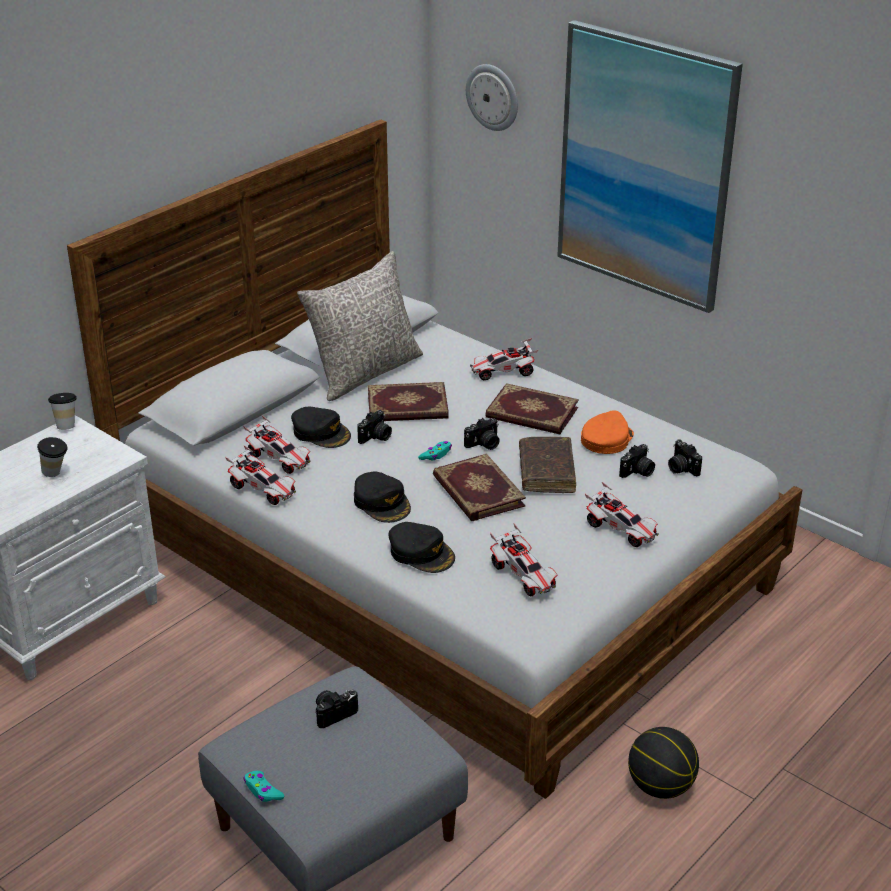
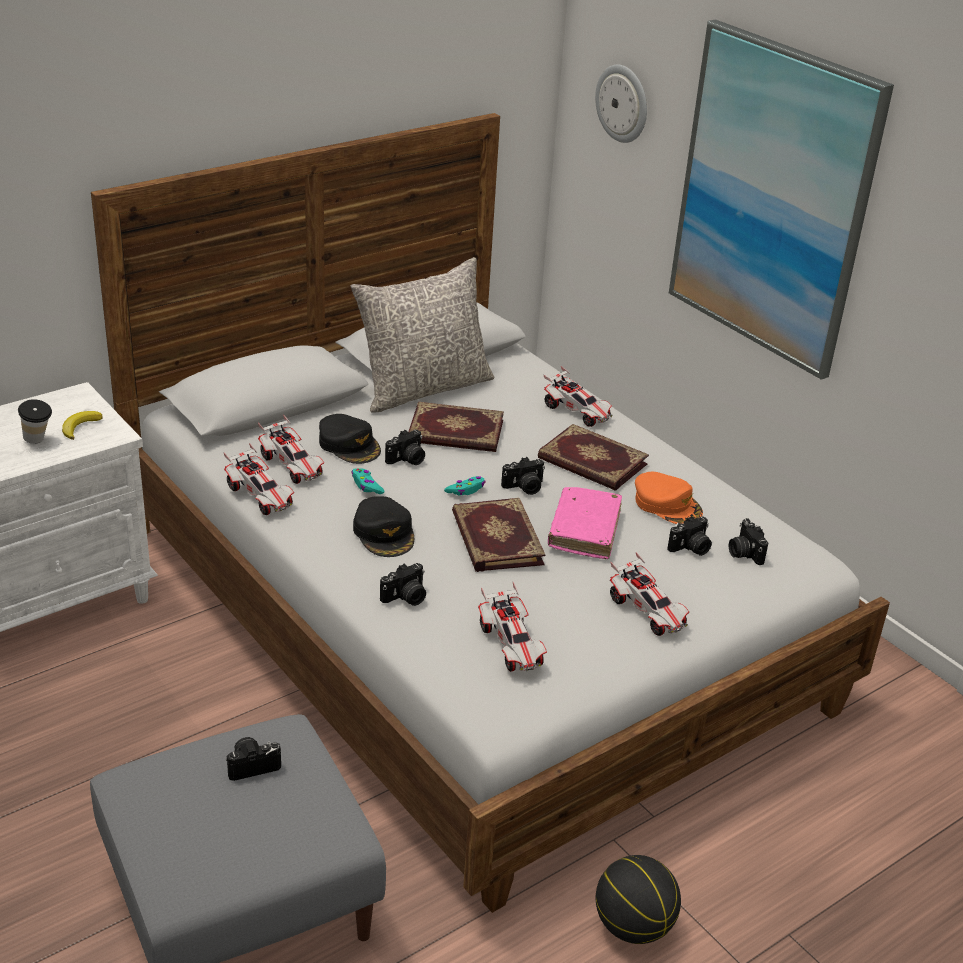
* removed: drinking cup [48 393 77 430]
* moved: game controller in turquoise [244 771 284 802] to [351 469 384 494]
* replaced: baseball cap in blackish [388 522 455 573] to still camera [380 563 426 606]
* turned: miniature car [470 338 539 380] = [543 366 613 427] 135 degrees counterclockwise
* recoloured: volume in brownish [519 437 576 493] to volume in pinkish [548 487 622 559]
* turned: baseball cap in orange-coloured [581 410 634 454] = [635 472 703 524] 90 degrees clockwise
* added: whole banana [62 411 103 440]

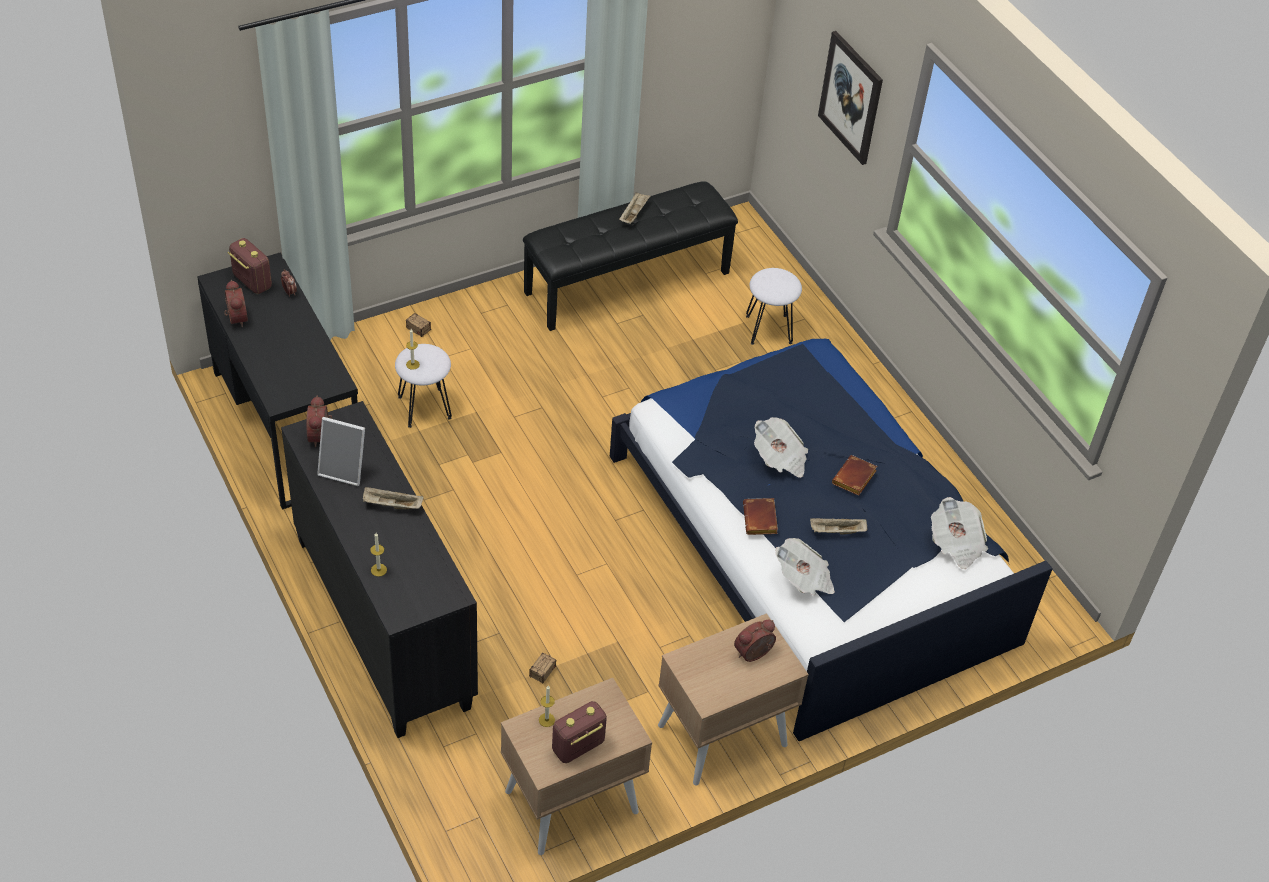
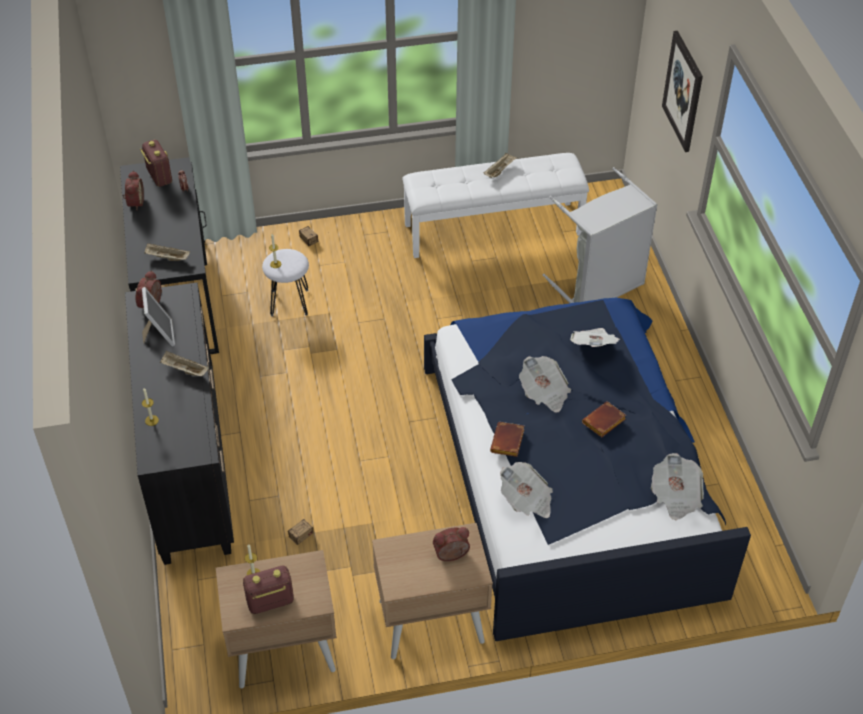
* turned: picture frame [317 417 365 486] = [142 287 175 346] 135 degrees counterclockwise
* recoloured: bench in blackish [523 181 738 331] to bench in whitish [402 153 589 258]
* replaced: stool in whitish [746 268 802 345] to washing basket in greyish [543 167 658 303]
* moved: tray in beige-coloured [810 518 868 535] to [144 243 190 261]
* added: printed paper [570 328 620 347]

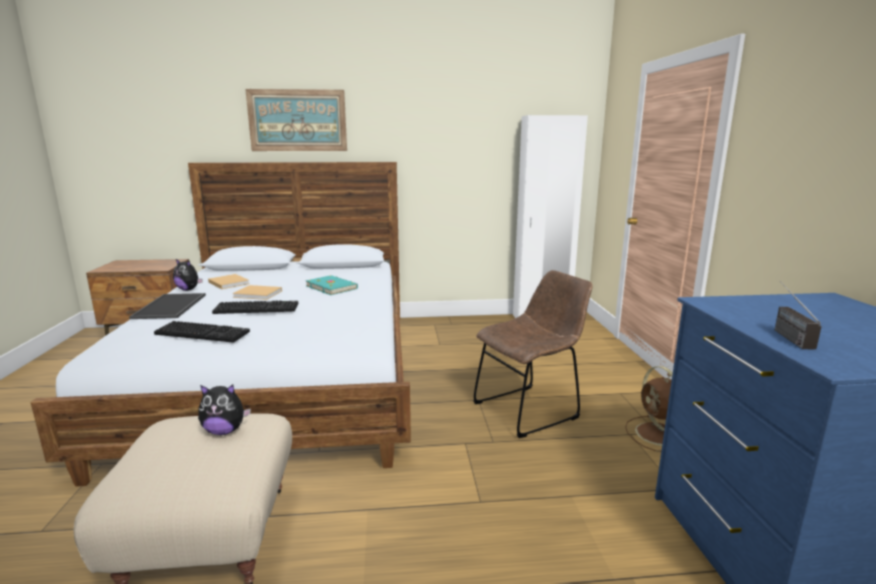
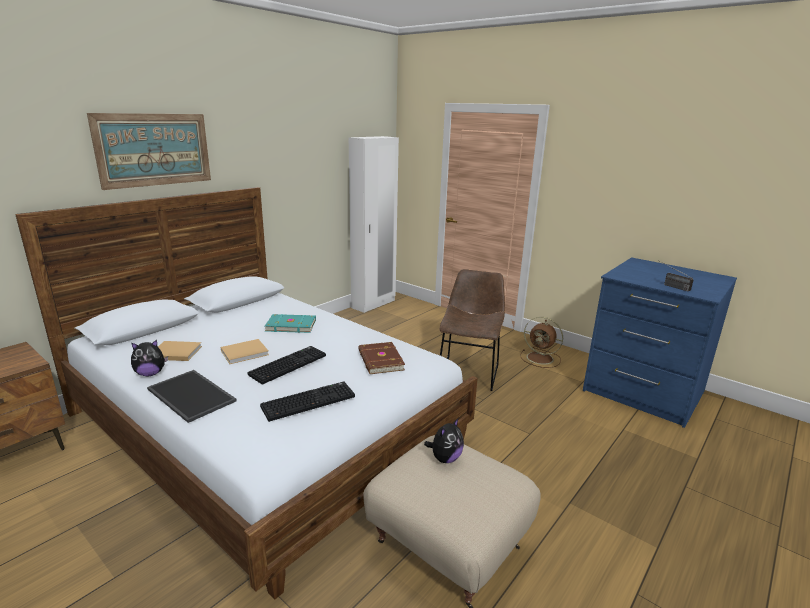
* added: volume in brownish [358 342 405 374]

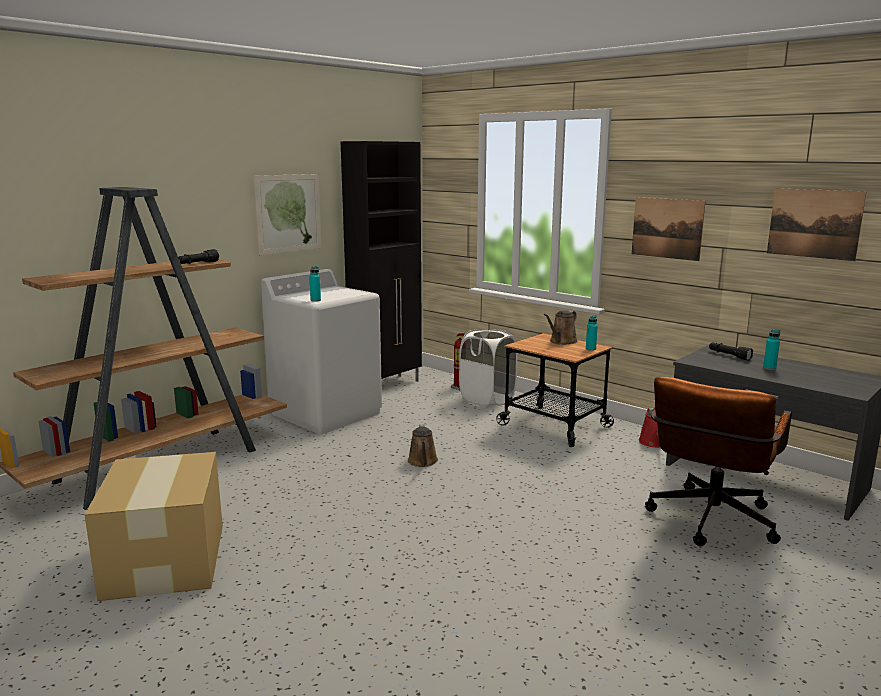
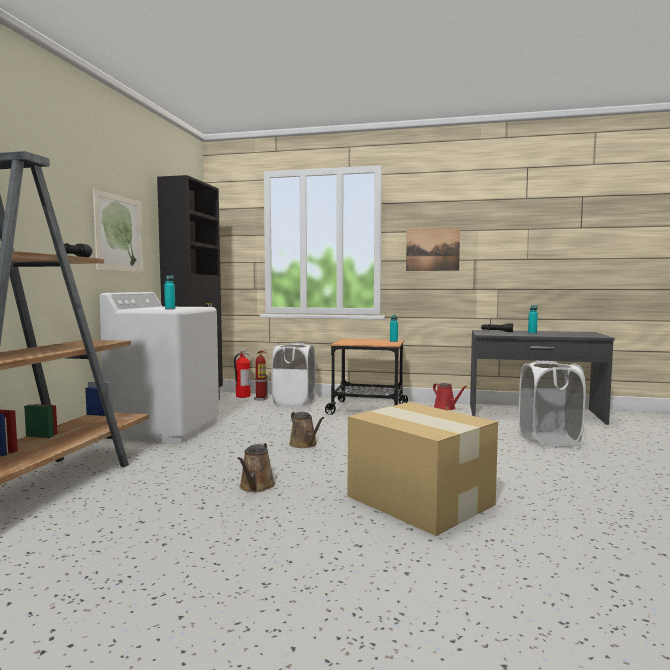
* moved: carton [84 452 223 601] to [348 402 498 536]
* moved: sprinkling can in brownish [544 310 578 345] to [237 443 275 492]
* replaced: desk chair in brownish [645 377 792 546] to washing basket in whitish [519 361 586 447]
* removed: wall art [767 188 867 261]
* added: fire extinguisher [234 348 250 398]

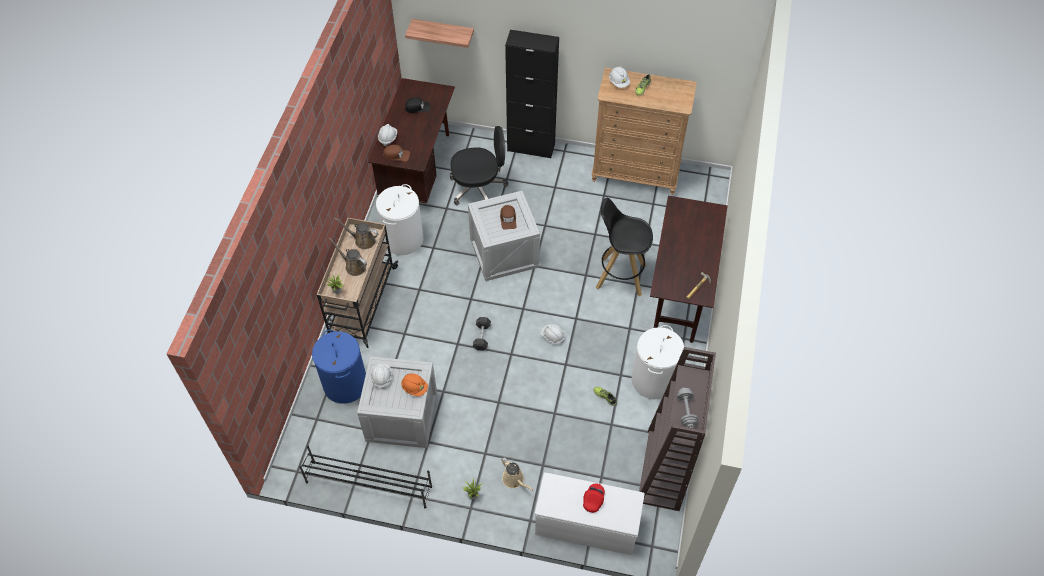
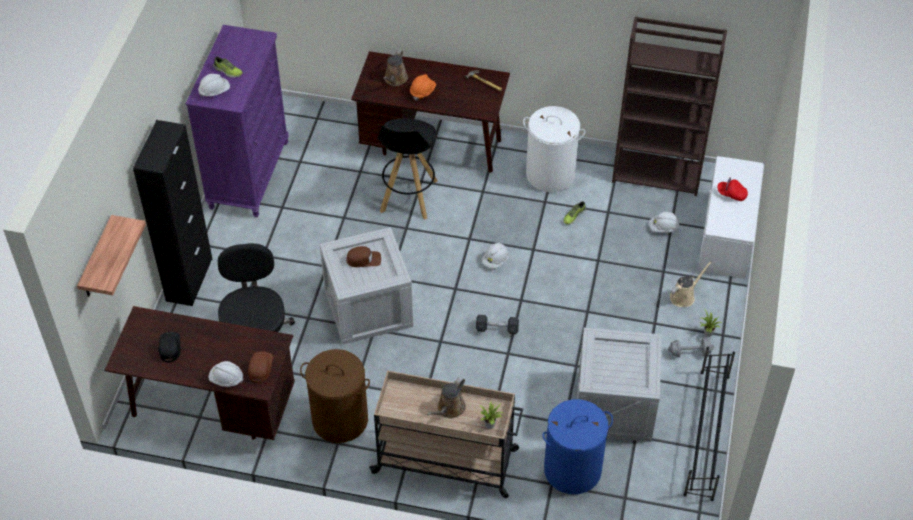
* moved: sprinkling can in brownish [334 218 378 249] to [383 50 408 86]
* moved: safety helmet in whitish [371 364 392 389] to [649 212 679 233]
* recoloured: washing basket in whitish [376 184 423 255] to washing basket in brownish [300 349 370 443]
* moved: safety helmet in orange-coloured [401 373 428 396] to [410 74 436 100]
* recoloured: dresser in brownish [592 68 697 195] to dresser in purplish [186 25 288 217]
* moved: free weight in greyish [677 387 698 428] to [668 339 714 357]

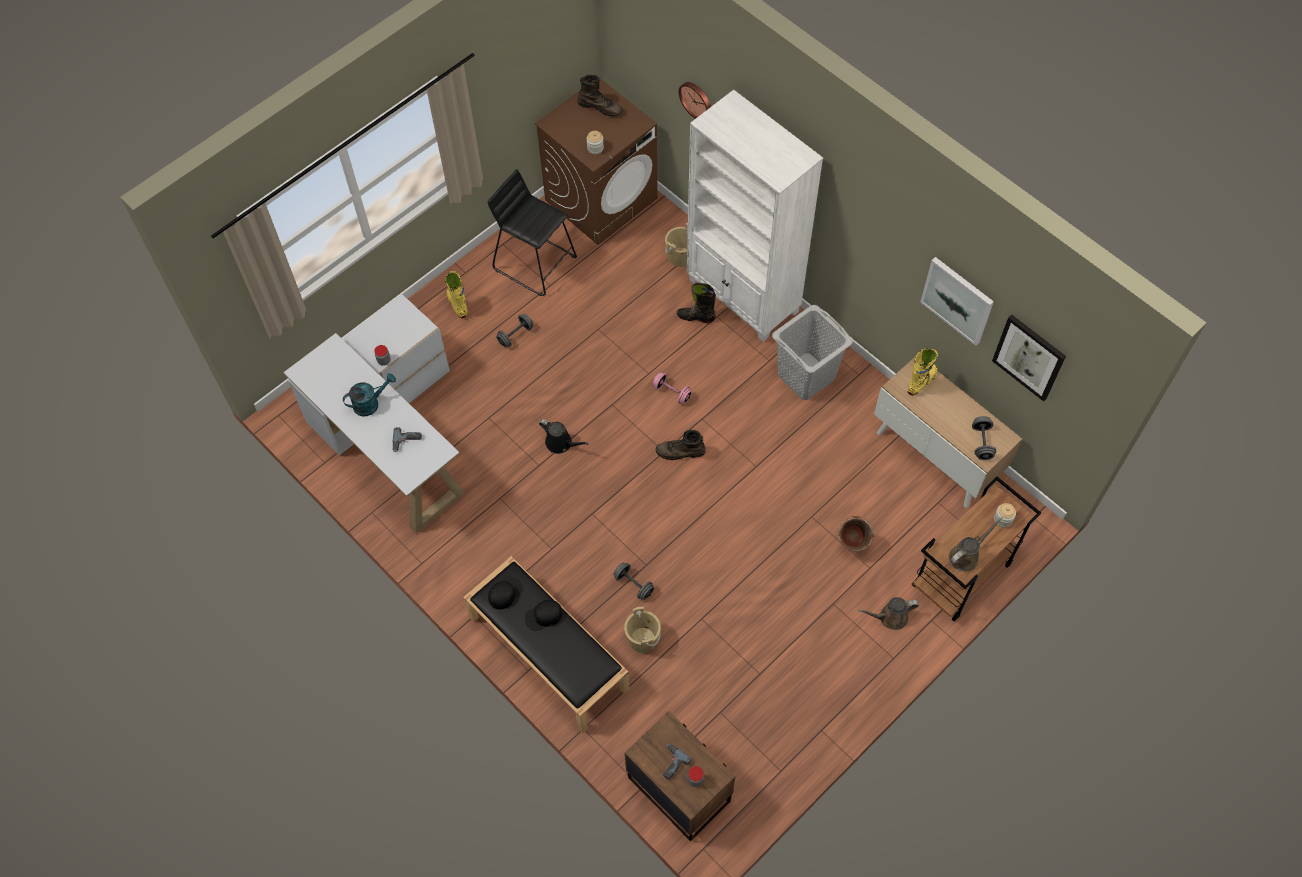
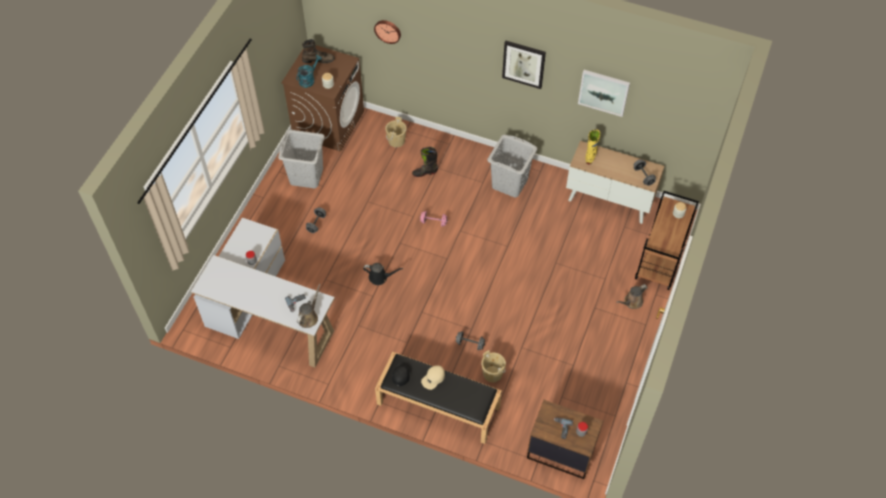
* moved: sprinkling can in turquoise [343 373 396 417] to [296 55 322 88]
* removed: boot in yellow-coloured [445 271 468 318]
* replaced: stool in blackish [488 169 577 296] to washing basket in greyish [278 130 325 188]
* recoloured: baseball cap in blackish [525 600 562 631] to baseball cap in beige-coloured [421 365 445 390]
* removed: boot in brownish [656 430 705 460]
* removed: bookcase in whitish [687 90 823 342]
* removed: bucket in brownish [838 516 874 551]
* moved: sprinkling can in brownish [949 517 1003 572] to [297 284 321 328]
* moved: wall art [992 314 1066 401] to [502 41 546 89]

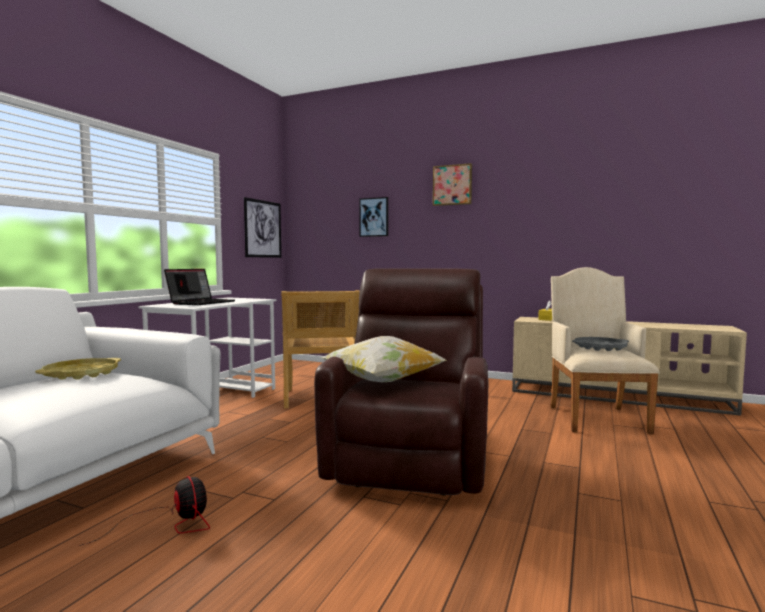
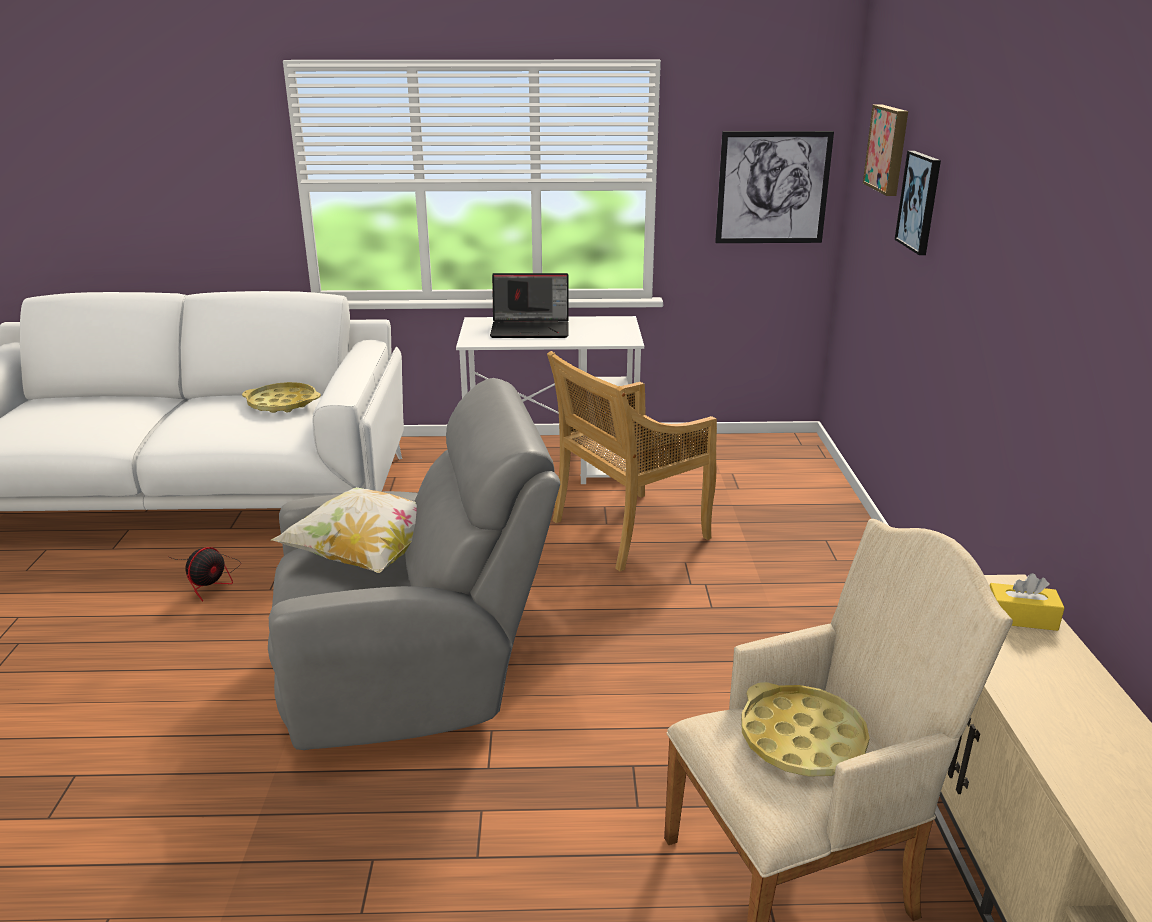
* recoloured: easy chair in brownish [314 268 489 495] to easy chair in greyish [268 378 560 750]
* moved: wall art [433 163 472 206] to [863 104 908 196]
* recoloured: tray in greyish [572 337 629 351] to tray in yellow-coloured [741 682 870 777]

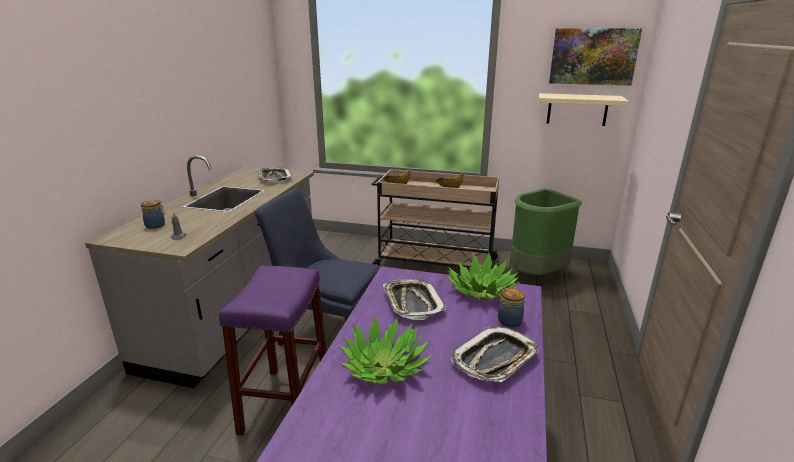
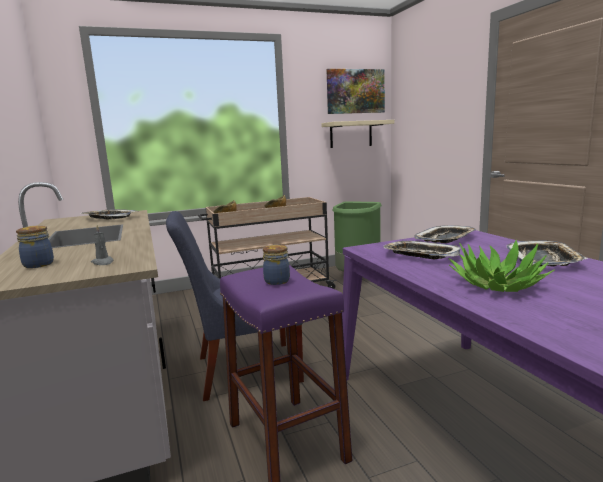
* replaced: potted plant [446 253 520 300] to tray [414 225 476 243]
* moved: preserve jar [498 288 525 327] to [263 245 290 285]

